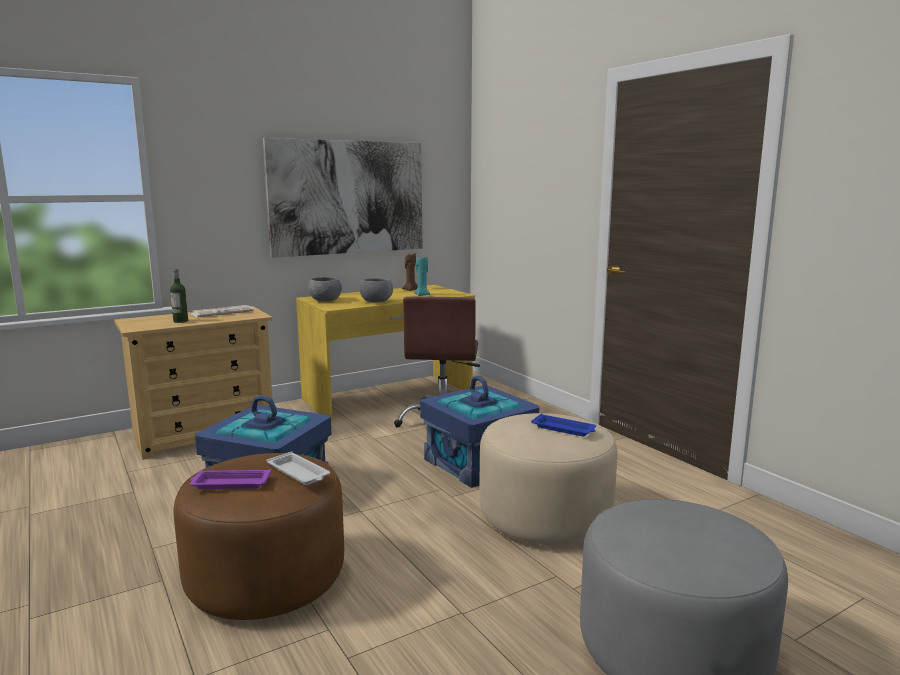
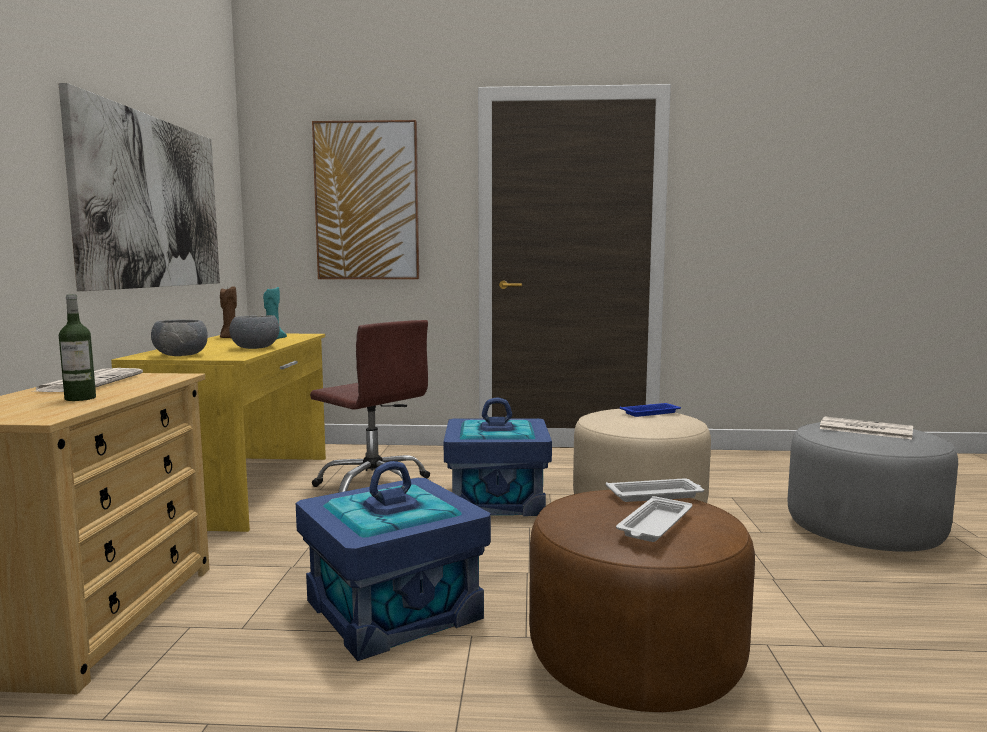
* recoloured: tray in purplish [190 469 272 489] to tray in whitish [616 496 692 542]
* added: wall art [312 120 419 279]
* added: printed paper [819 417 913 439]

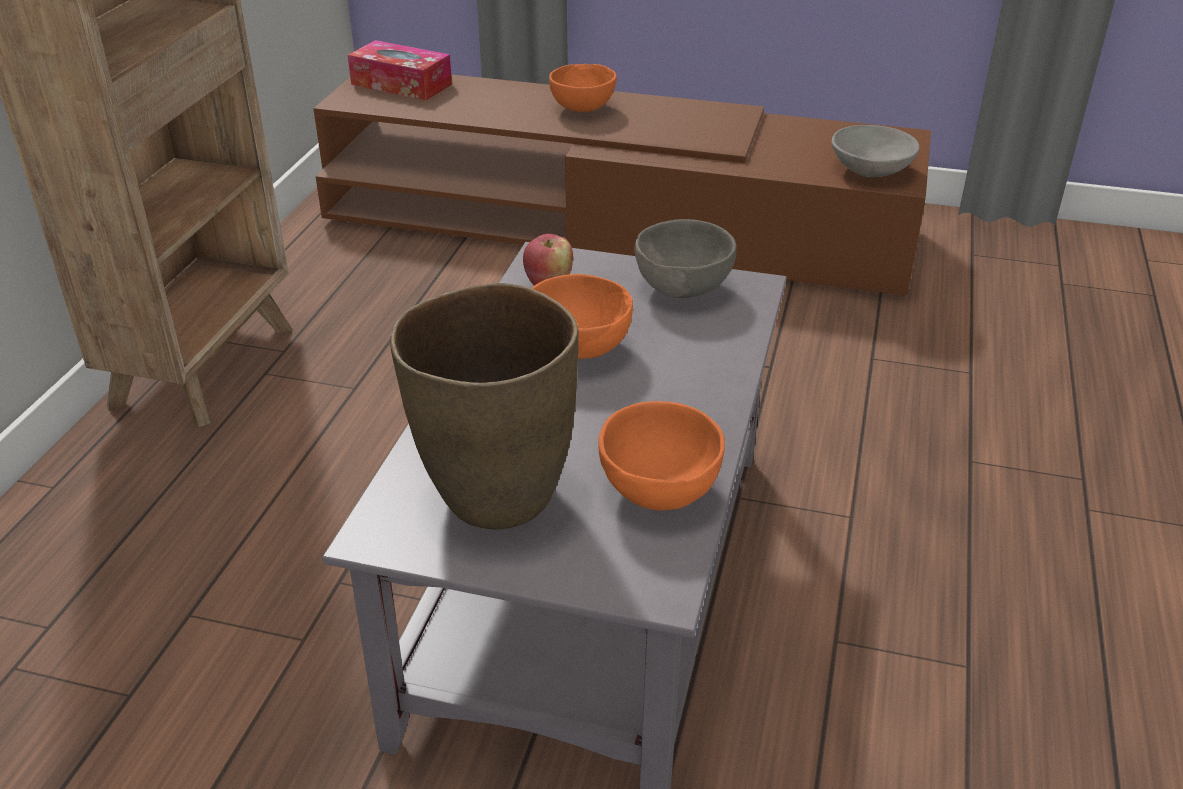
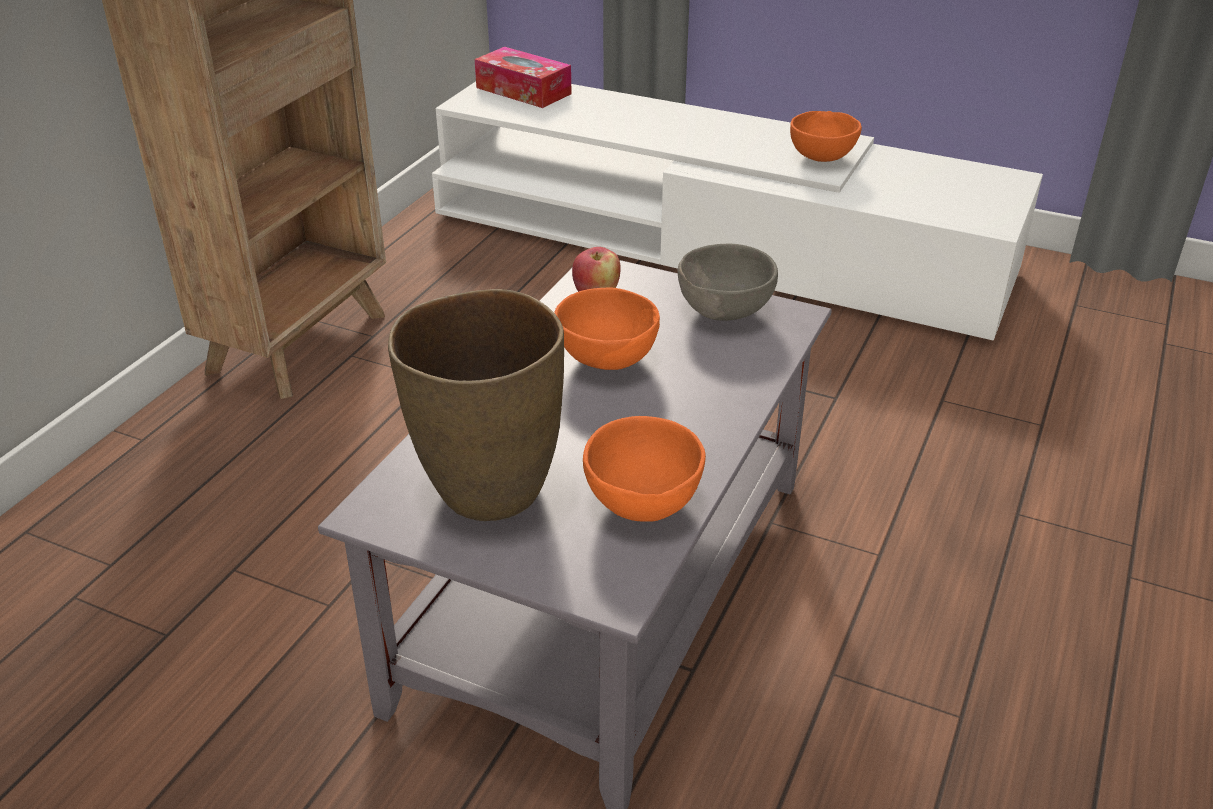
* recoloured: media console in brownish [313 75 931 296] to media console in whitish [432 82 1043 341]
* moved: bowl in orange-coloured [549 64 617 112] to [790 111 862 162]
* removed: bowl in greyish [831 125 920 177]

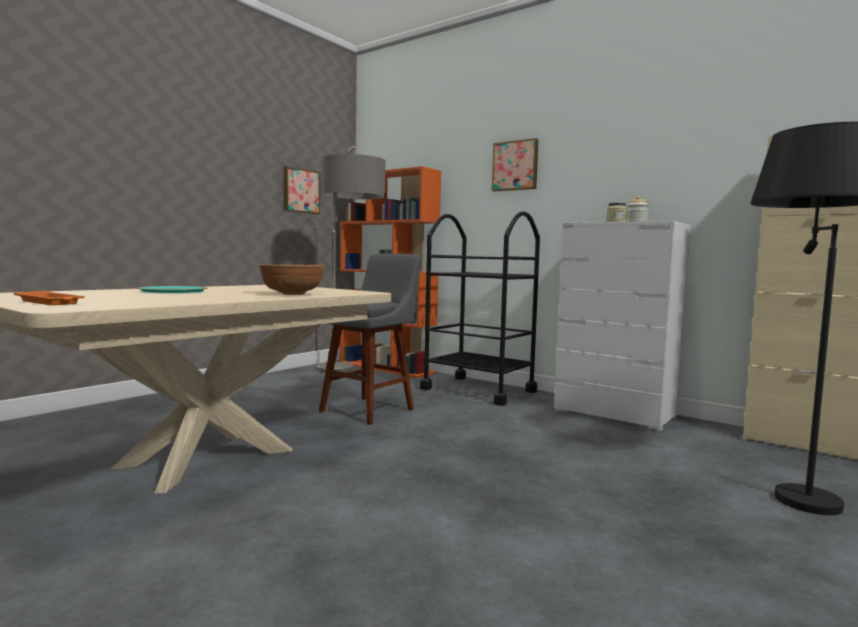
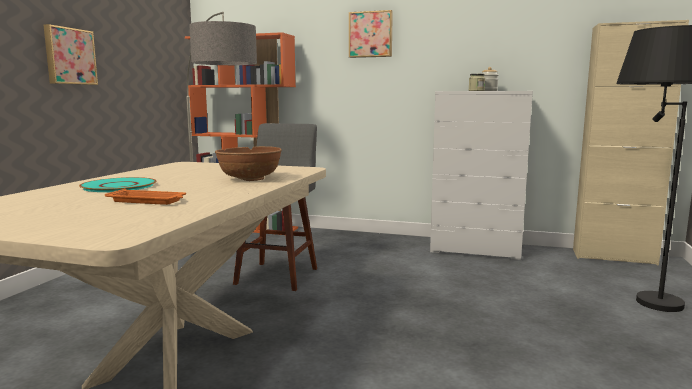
* moved: tray in orange-coloured [14 291 84 305] to [105 189 186 205]
* moved: wall art [283 166 320 214] to [43 24 98 85]
* removed: trolley in blackish [420 211 540 406]

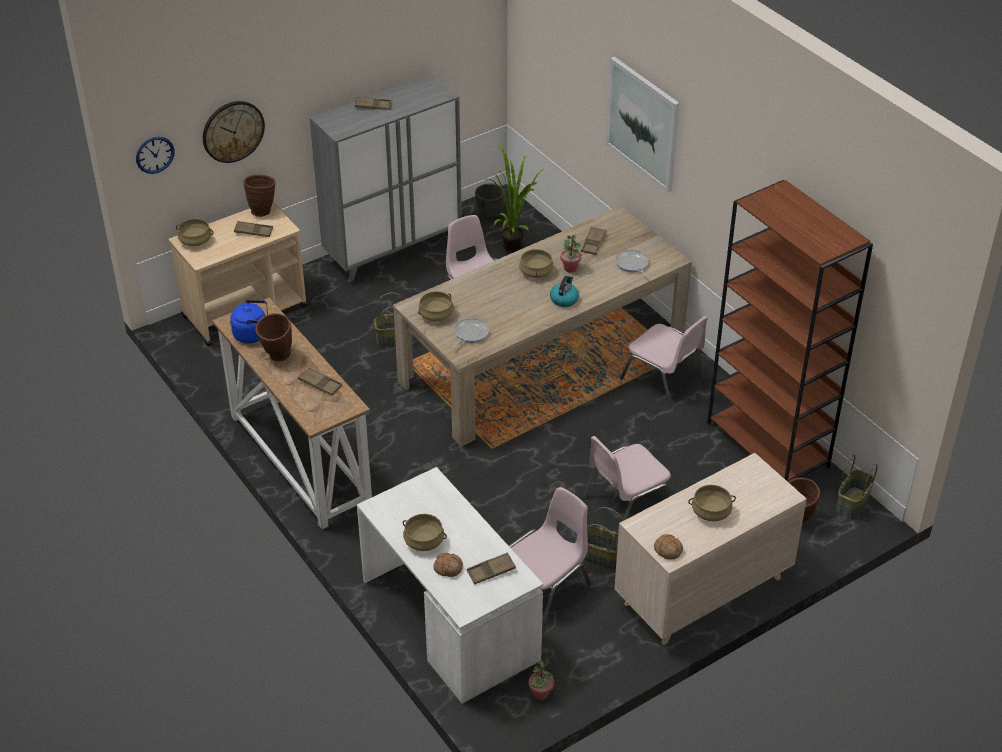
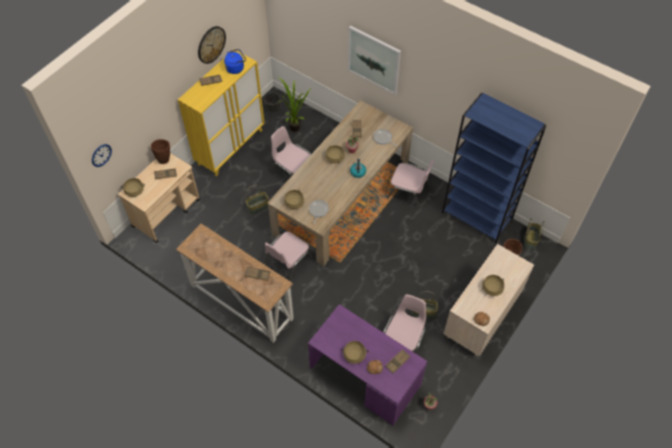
* moved: hanging clock [203 101 265 163] to [198 26 226 64]
* moved: tea kettle in blue [230 300 268 343] to [224 49 246 74]
* removed: flower vase in brownish [255 313 292 361]
* recoloured: storage cabinet in greyish [310 75 462 282] to storage cabinet in yellow-coloured [178 49 265 176]
* recoloured: desk unit in whitish [357 467 543 704] to desk unit in purplish [308 304 427 425]
* moved: upright chair in pinkish [583 436 671 532] to [265 232 313 282]
* recoloured: bookcase in brownish [707 180 873 482] to bookcase in blue [442 93 546 243]

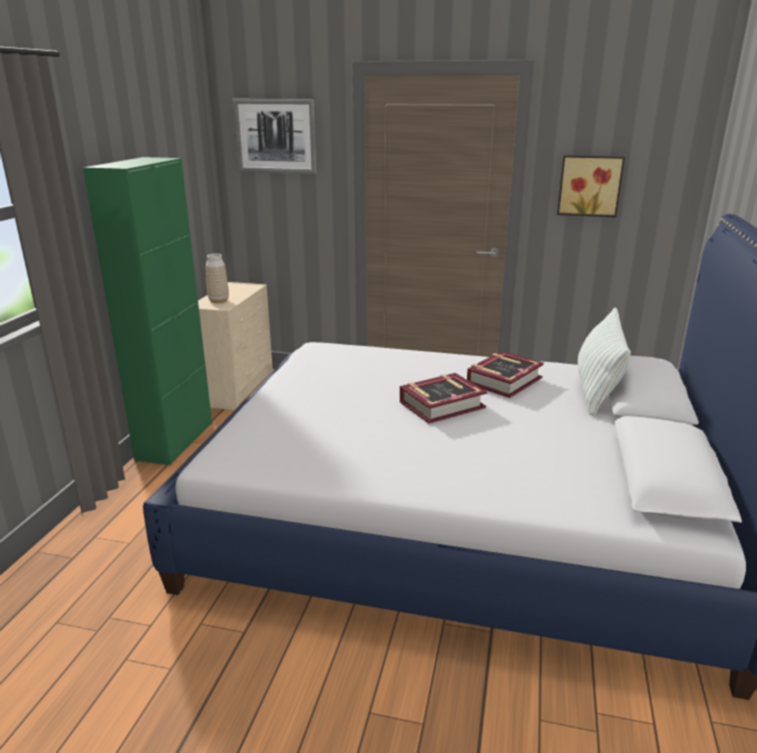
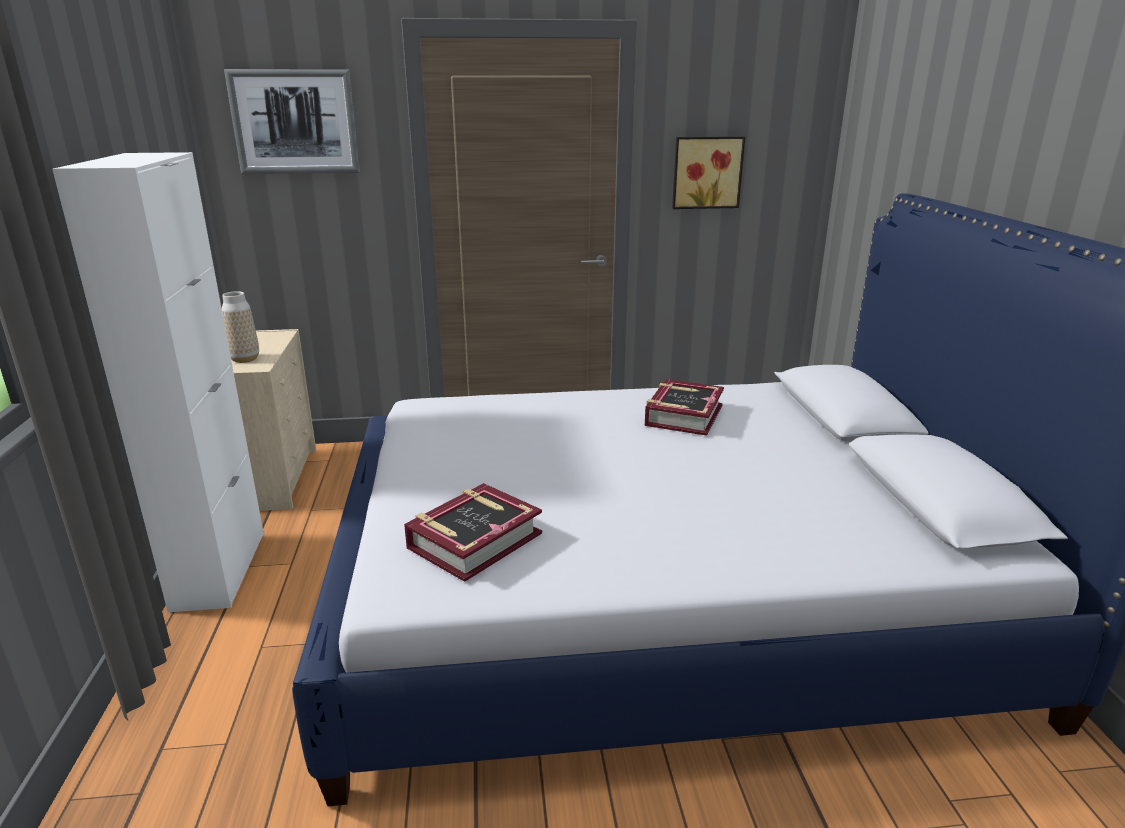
* recoloured: storage cabinet in green-coloured [83 157 212 465] to storage cabinet in whitish [52 152 264 612]
* moved: volume [400 373 487 424] to [404 483 542 582]
* removed: pillow [578 308 631 416]

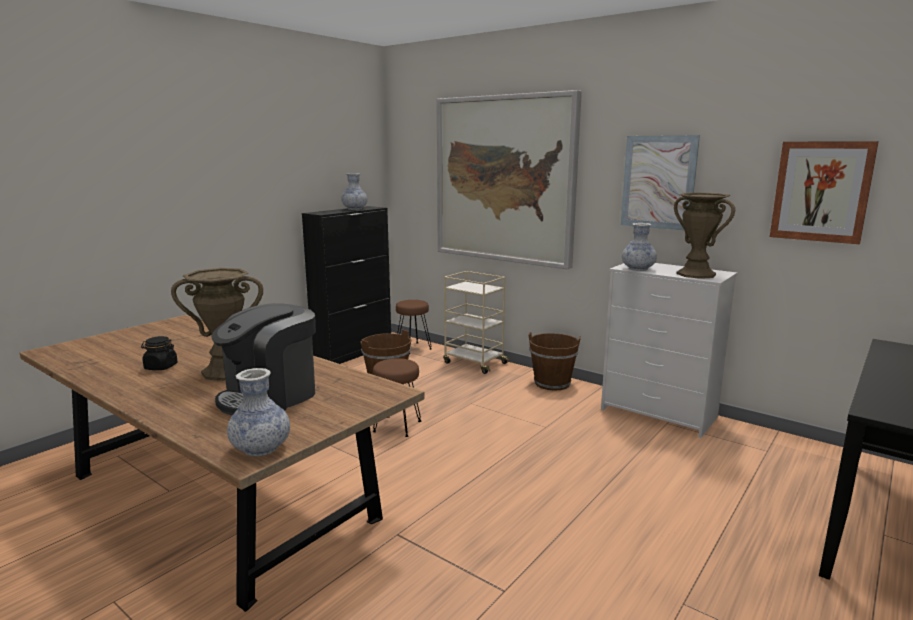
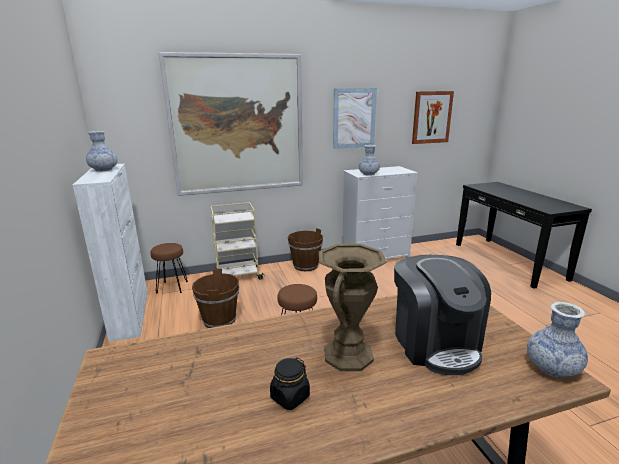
* recoloured: storage cabinet in blackish [302 206 391 364] to storage cabinet in whitish [73 164 148 342]
* removed: flower vase in brownish [674 193 735 279]

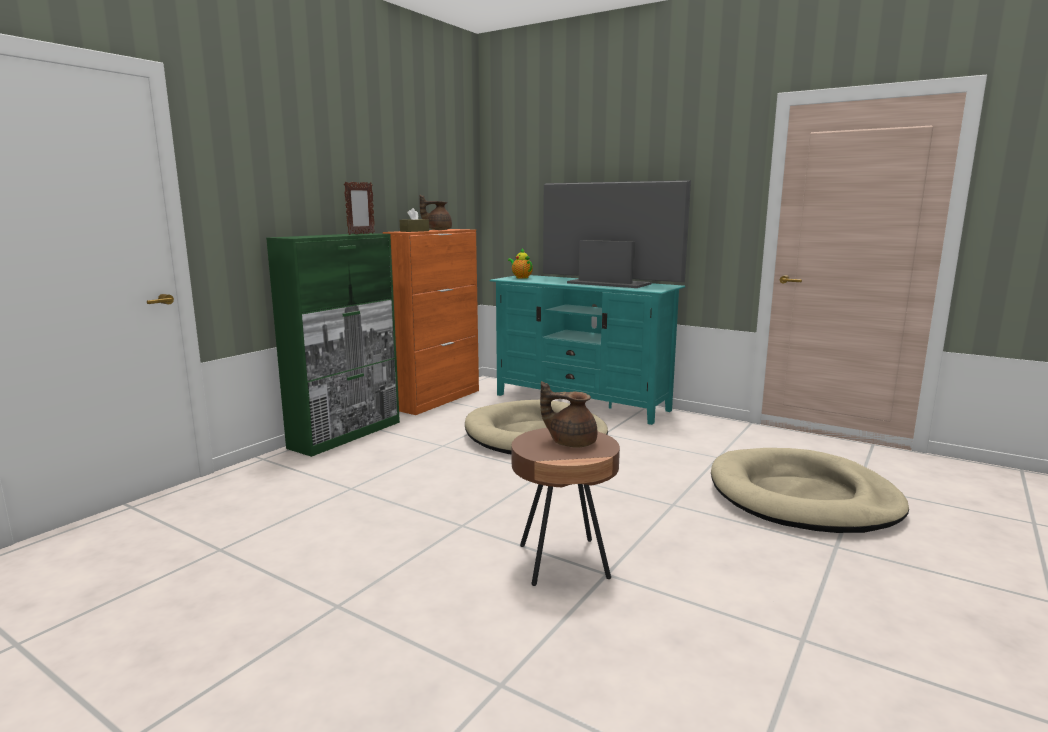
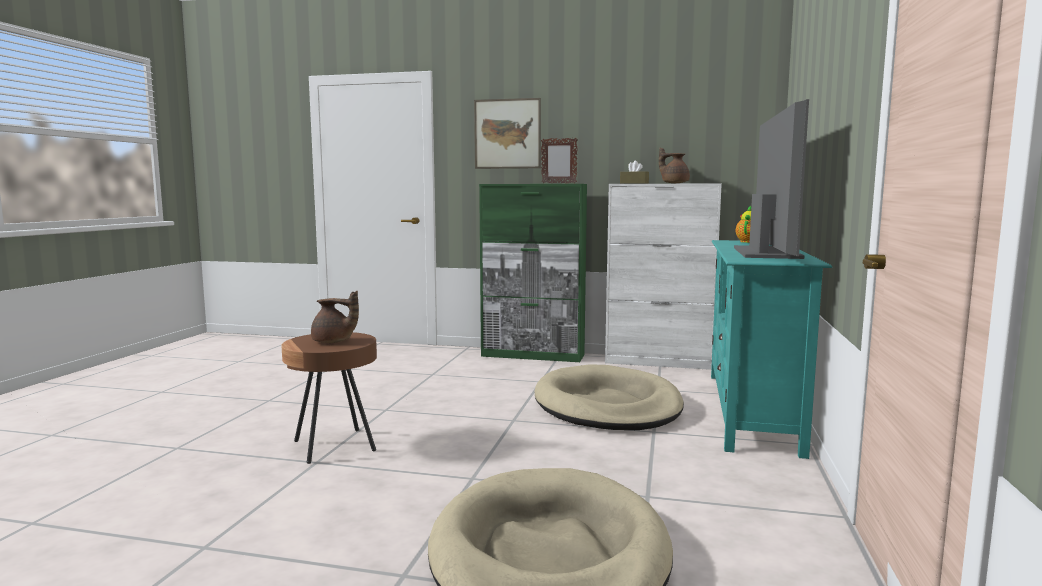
* recoloured: storage cabinet in orange-coloured [383 229 479 415] to storage cabinet in whitish [605 184 722 370]
* turned: tea pot in brownish [540 381 598 448] = [311 291 359 343] 105 degrees clockwise
* added: wall art [474 98 541 169]

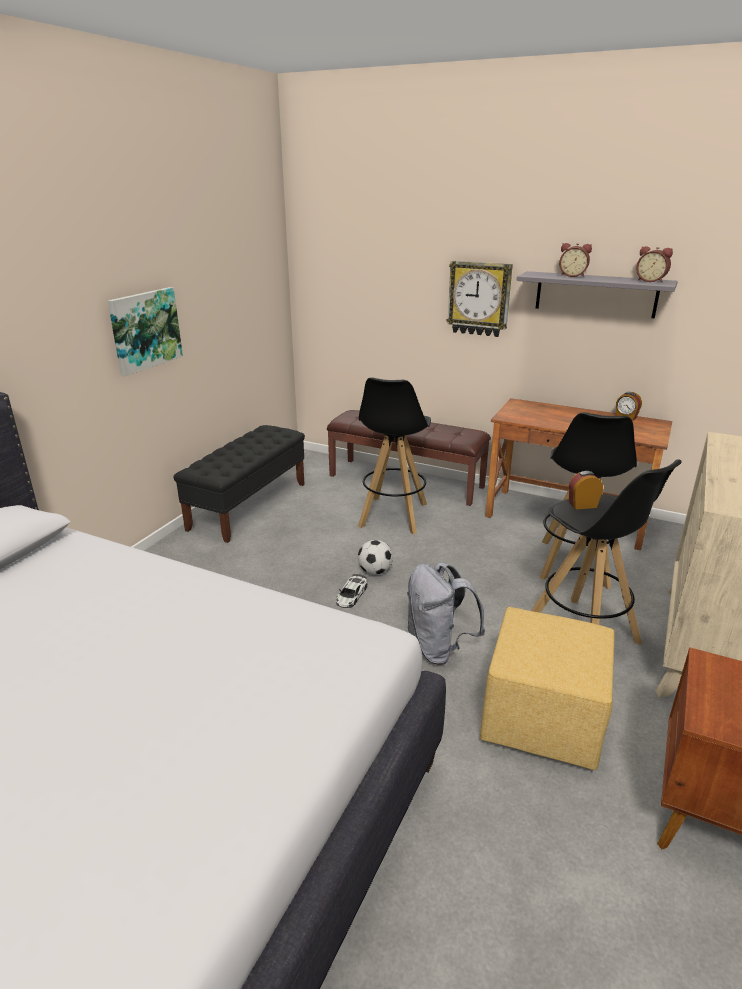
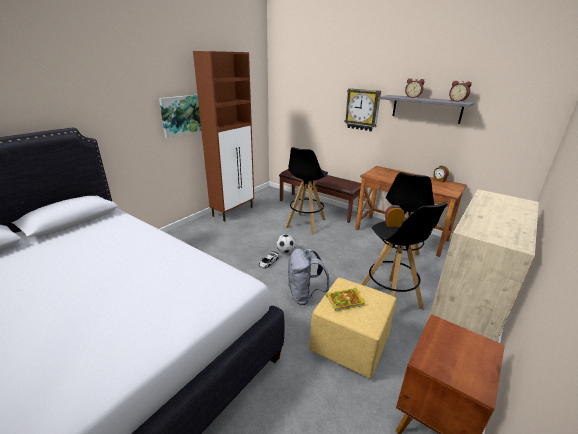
* replaced: bench in blackish [173 425 305 543] to storage cabinet in brownish [193 51 254 221]
* added: volume [326 287 365 311]

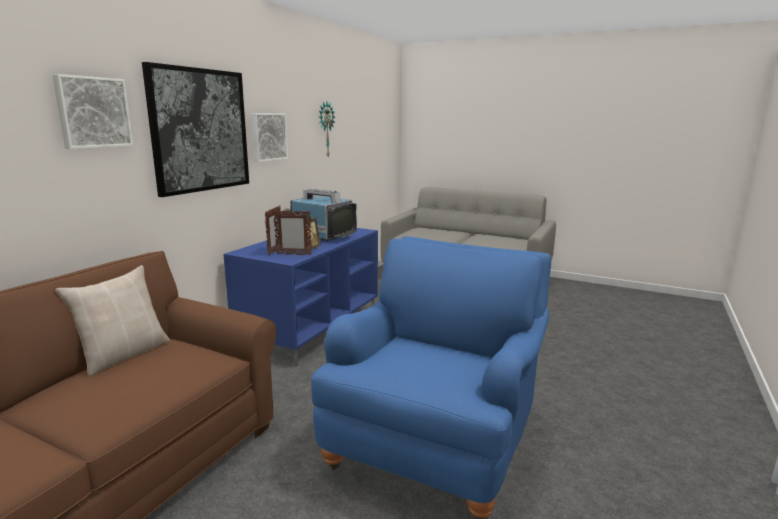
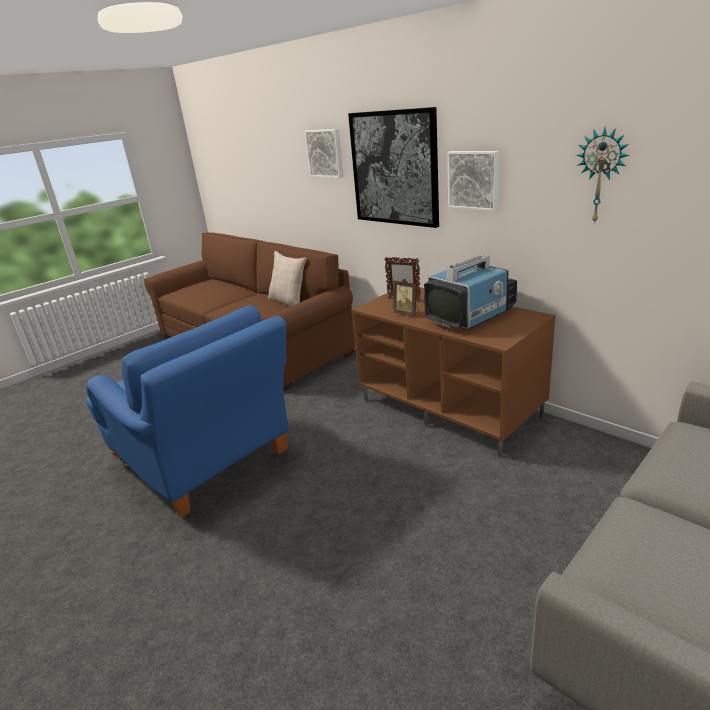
* recoloured: media console in blue [223 228 378 367] to media console in brownish [351 287 556 457]
* removed: picture frame [273 211 312 256]

